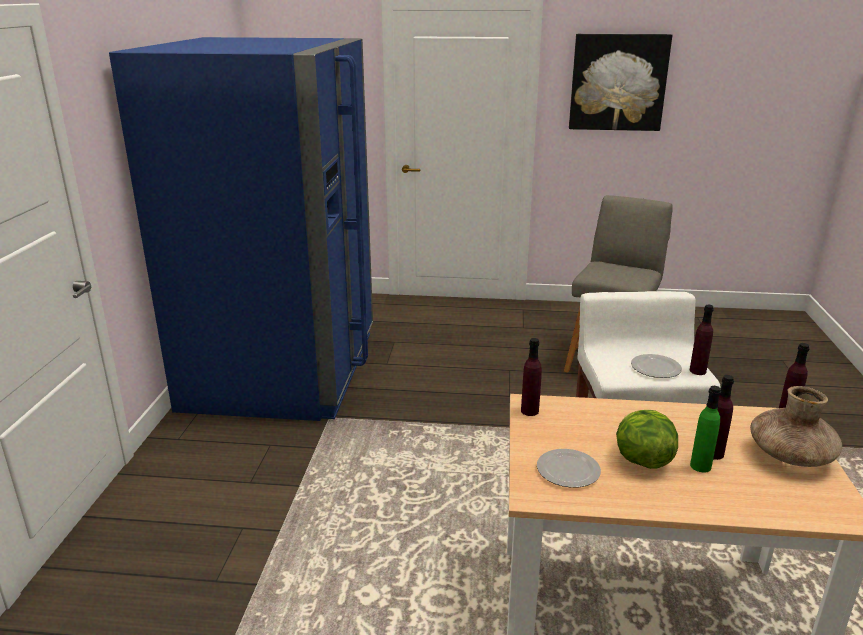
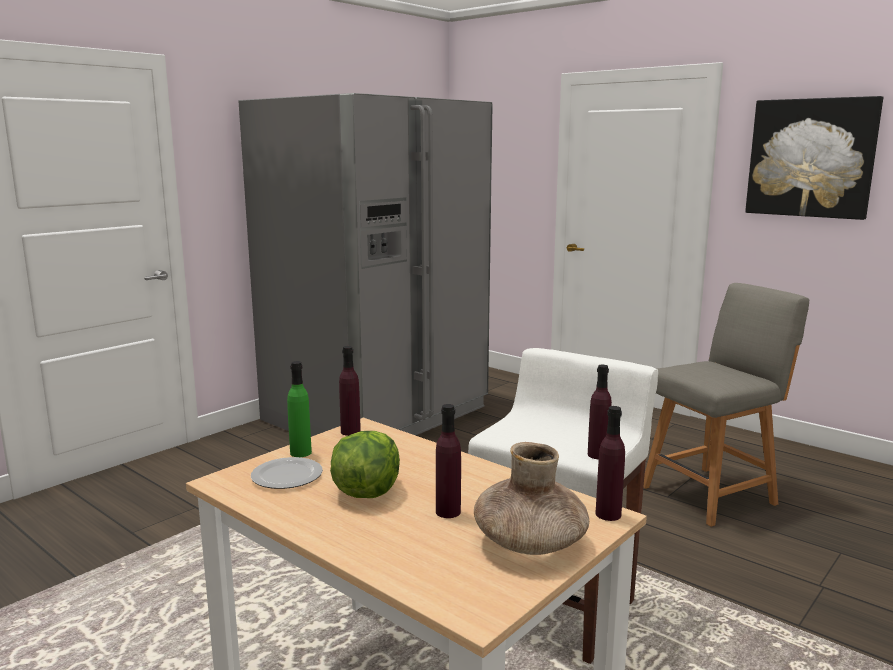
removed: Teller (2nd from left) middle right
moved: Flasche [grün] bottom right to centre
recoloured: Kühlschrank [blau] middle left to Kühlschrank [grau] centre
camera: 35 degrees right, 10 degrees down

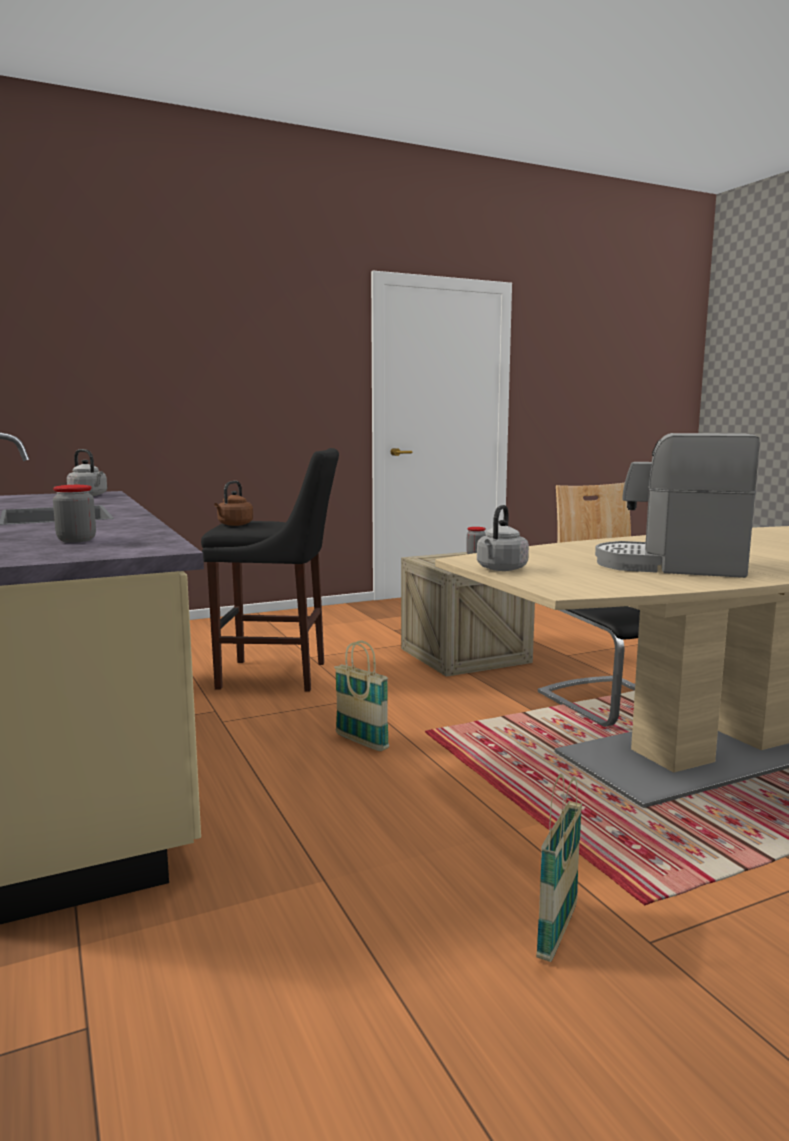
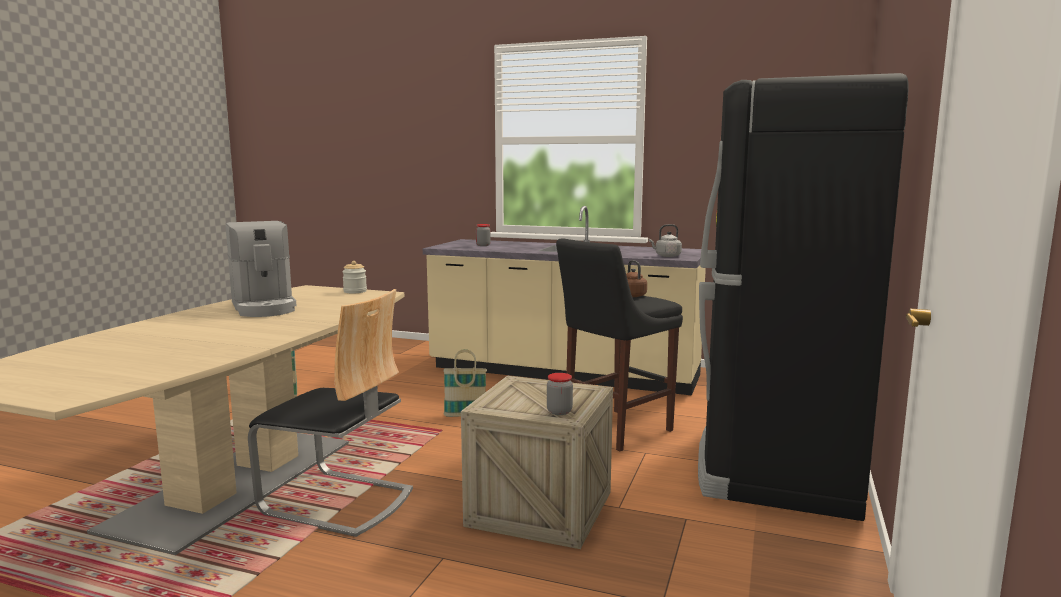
added: Kühlschrank [schwarz] middle right
replaced: Wasserkessel [grau] (2nd from left) centre to Vorratsglas (1st from left) centre
turned: Kaffeemaschine middle right = middle left 90 degrees clockwise
camera: 135 degrees right, 0 degrees up

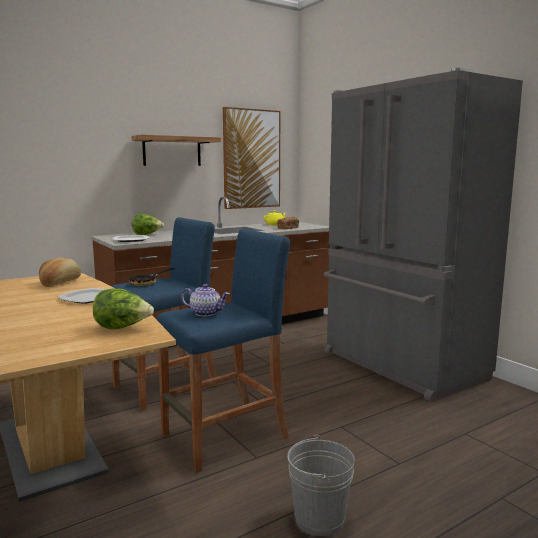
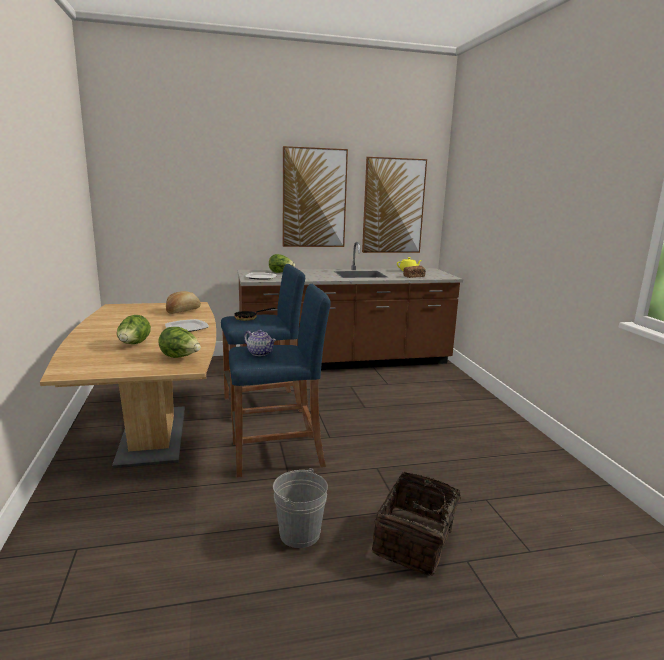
removed: Kühlschrank [grau] middle right
added: Salatkopf (1st from left) middle left; Korb bottom centre
replaced: Wandregal top left to Bild (1st from left) top centre
camera: 20 degrees right, 5 degrees up

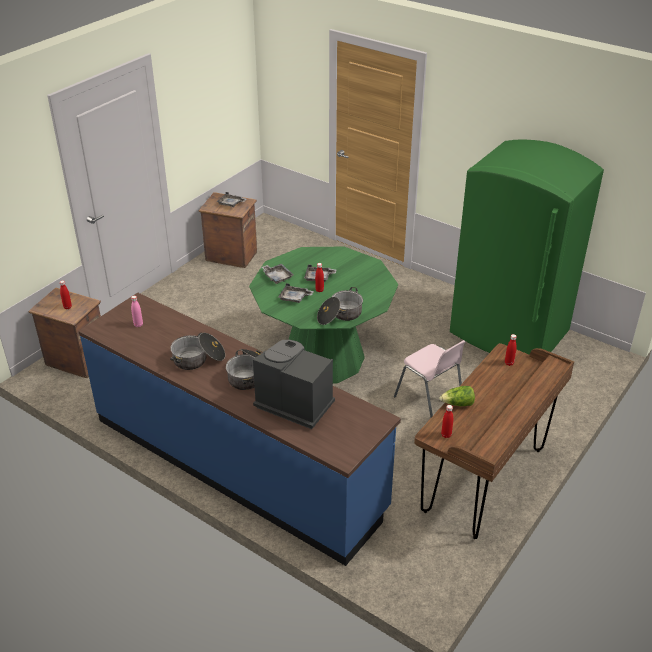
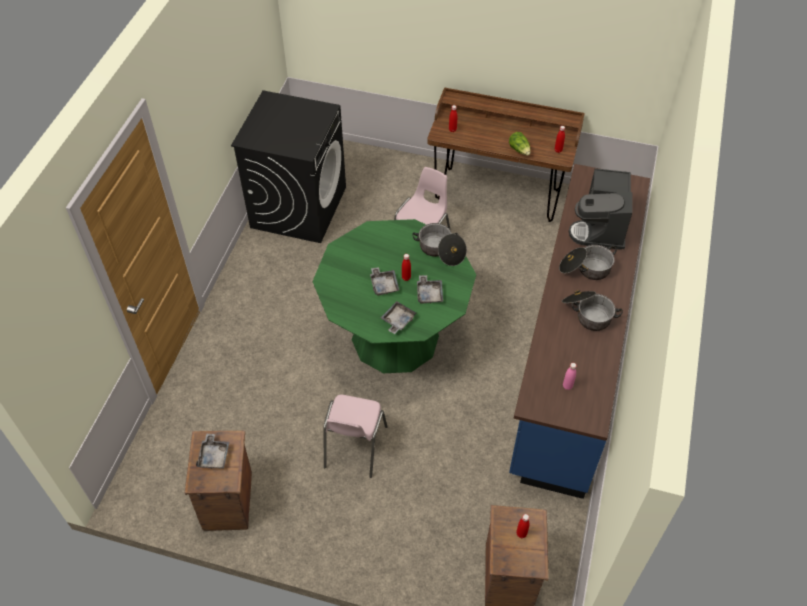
added: Stuhl [rosa] (1st from left) bottom centre
replaced: Kühlschrank [grün] middle right to Waschmaschine [schwarz] top centre
camera: 110 degrees left, 15 degrees up

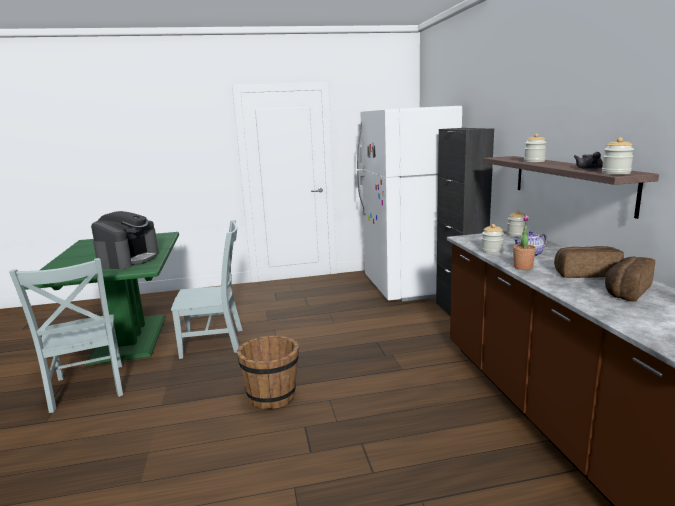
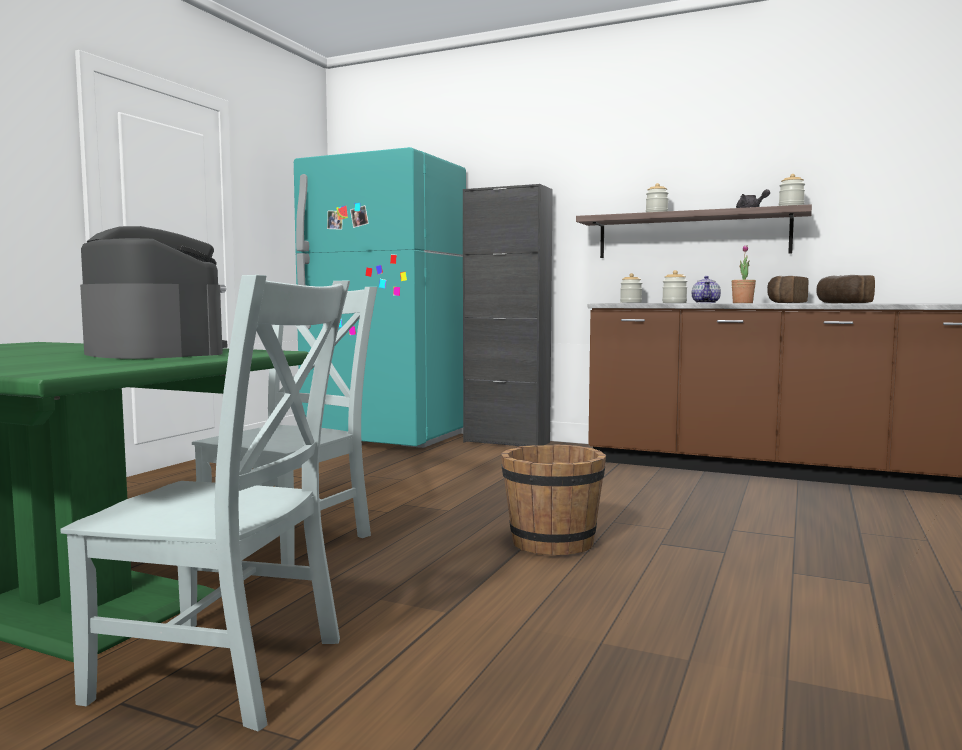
recoloured: Kühlschrank [weiß] centre to Kühlschrank [türkis] centre
camera: 55 degrees left, 10 degrees down

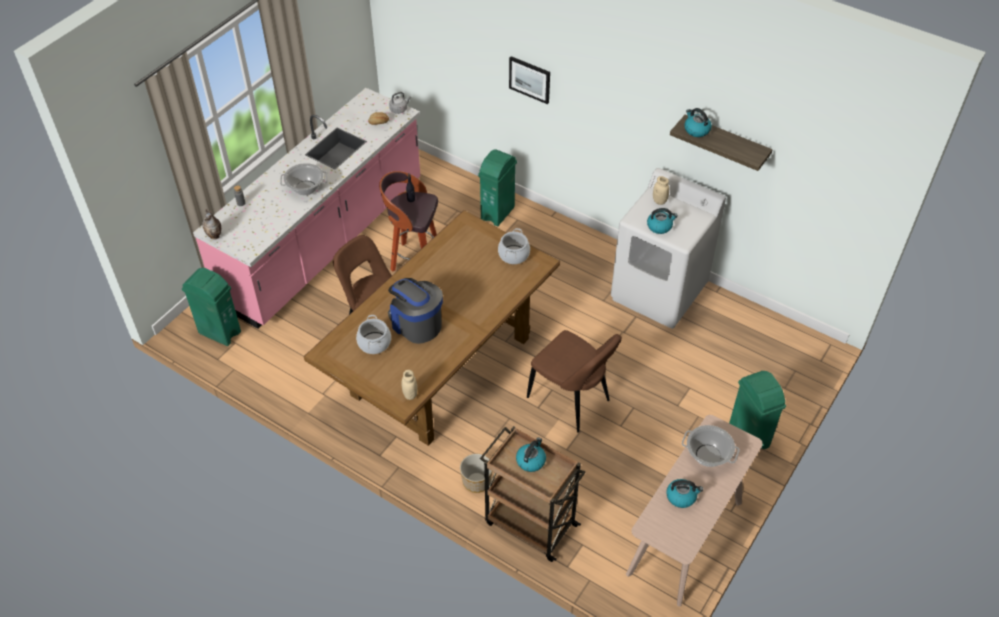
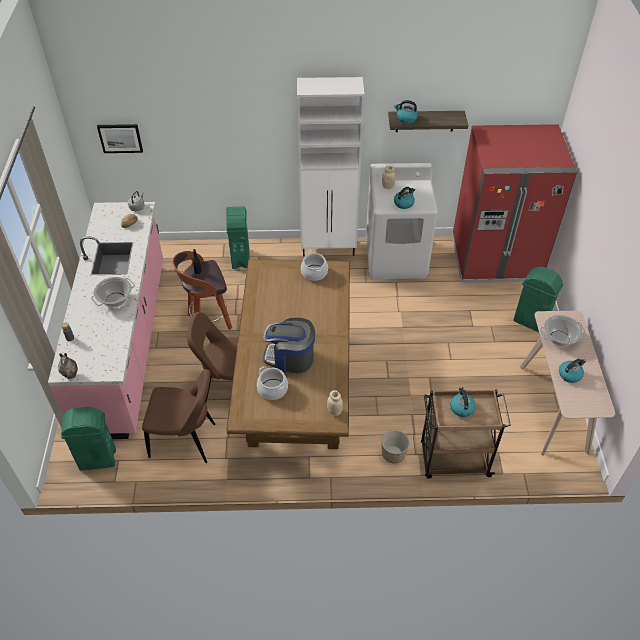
added: Schrank [weiß] top centre; Kühlschrank [rot] top right
moved: Bild top centre to top left; Stuhl [braun] (2nd from left in the first image) centre to Stuhl [braun] (1st from left) middle left
camera: 35 degrees left, 0 degrees up

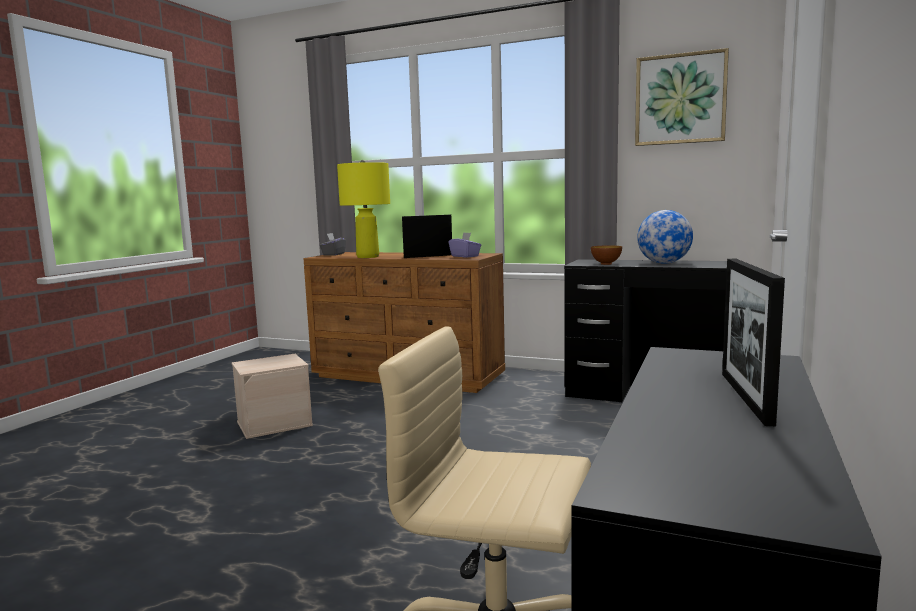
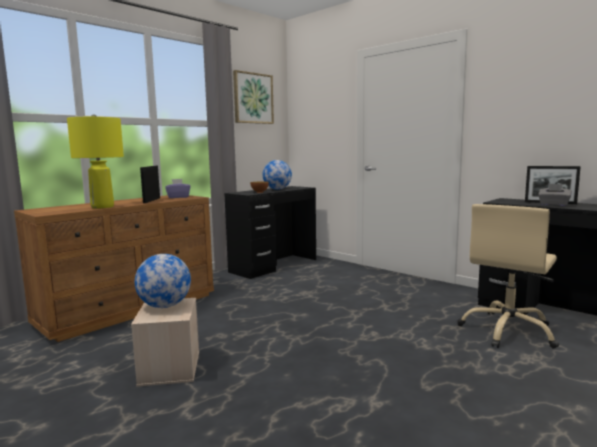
added: Globus (1st from left) middle left
moved: Taschentuchbox [grau] centre to middle right
camera: 70 degrees left, 0 degrees up

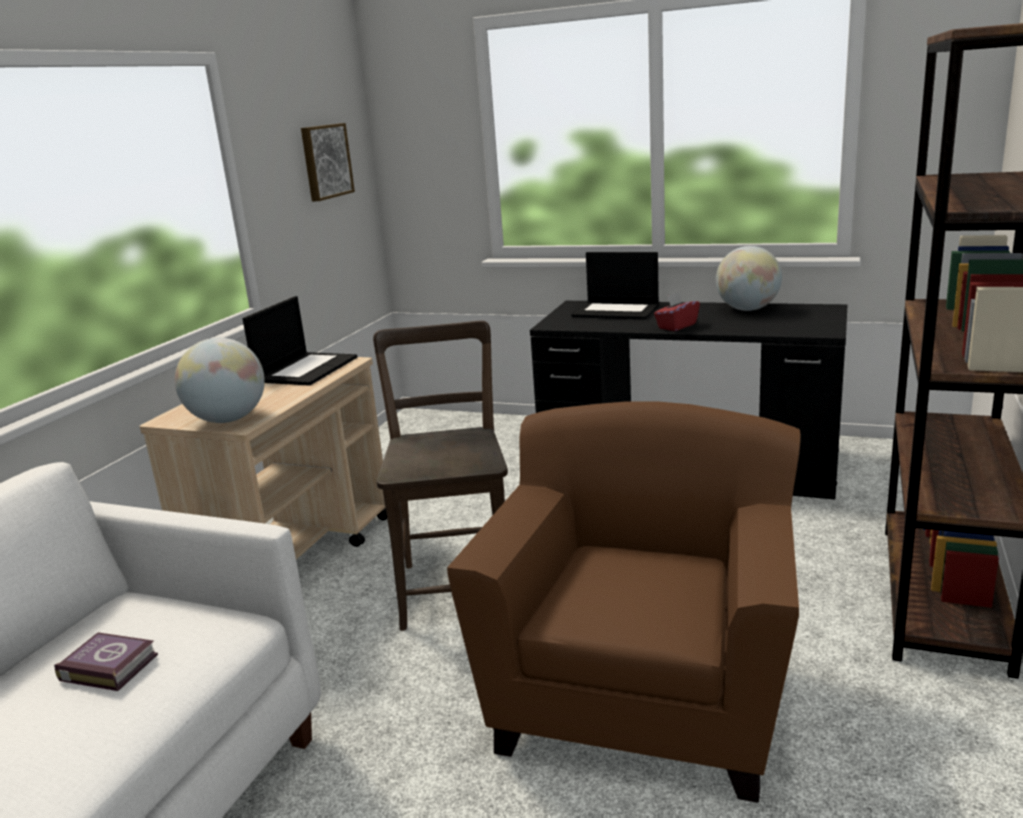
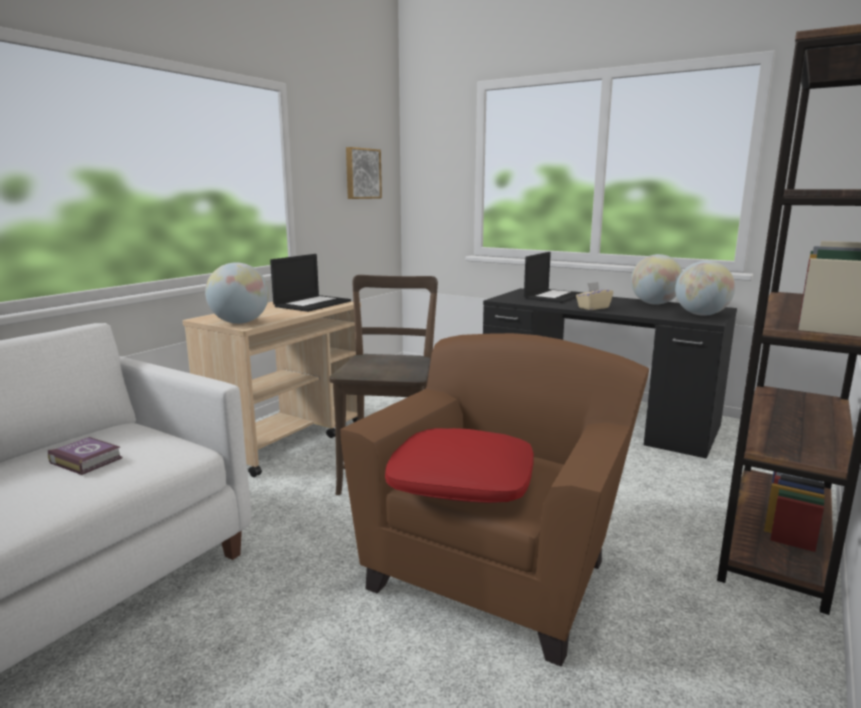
added: Globus (3rd from left) middle right; Kissen [rot] centre
recoloured: Taschentuchbox [rot] centre to Taschentuchbox [beige] middle right
turned: Laptop (2nd from left) centre = centre 90 degrees counterclockwise
camera: 10 degrees right, 5 degrees down

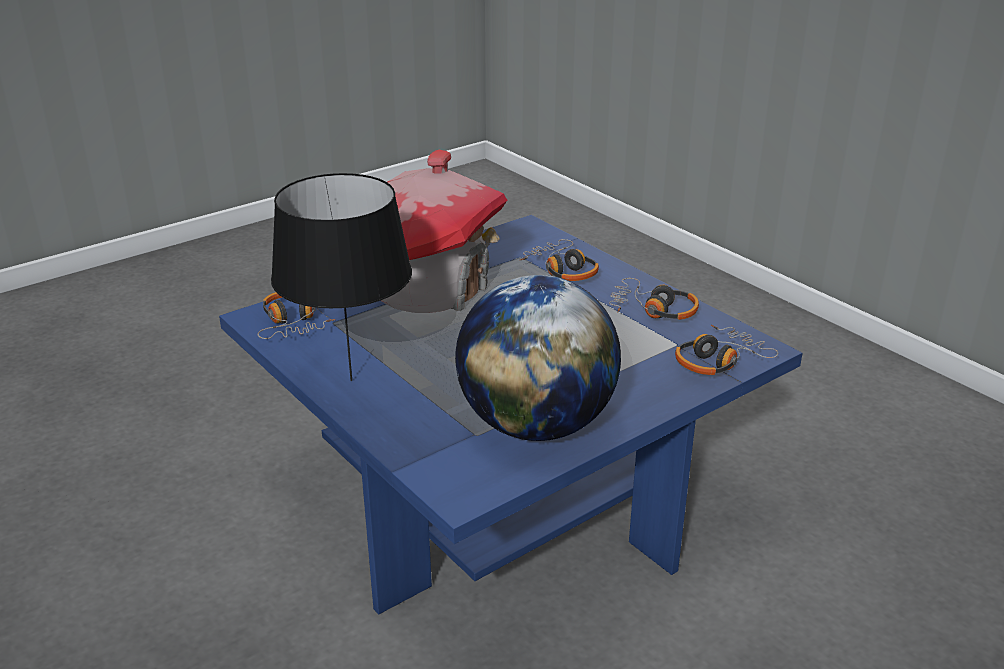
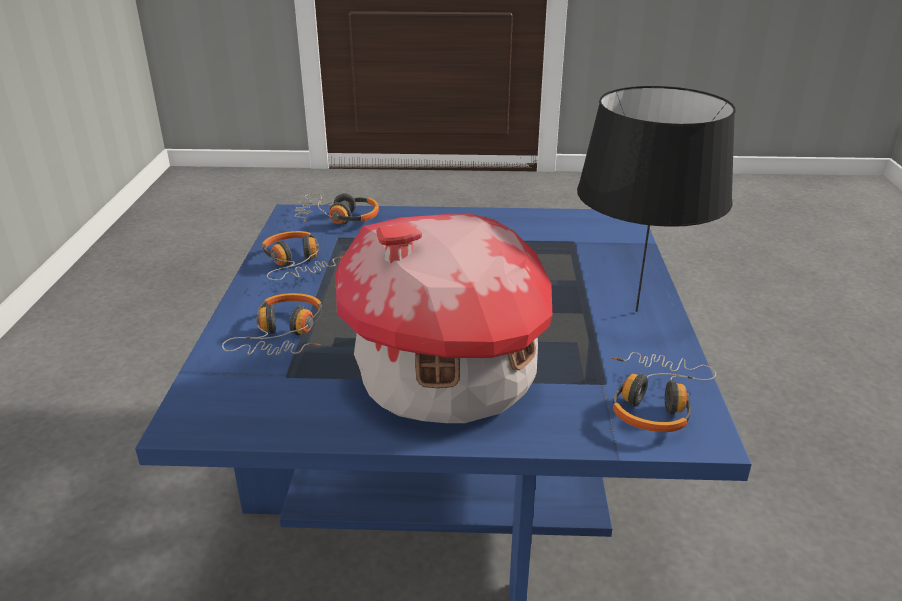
removed: Globus centre
camera: 140 degrees left, 0 degrees up

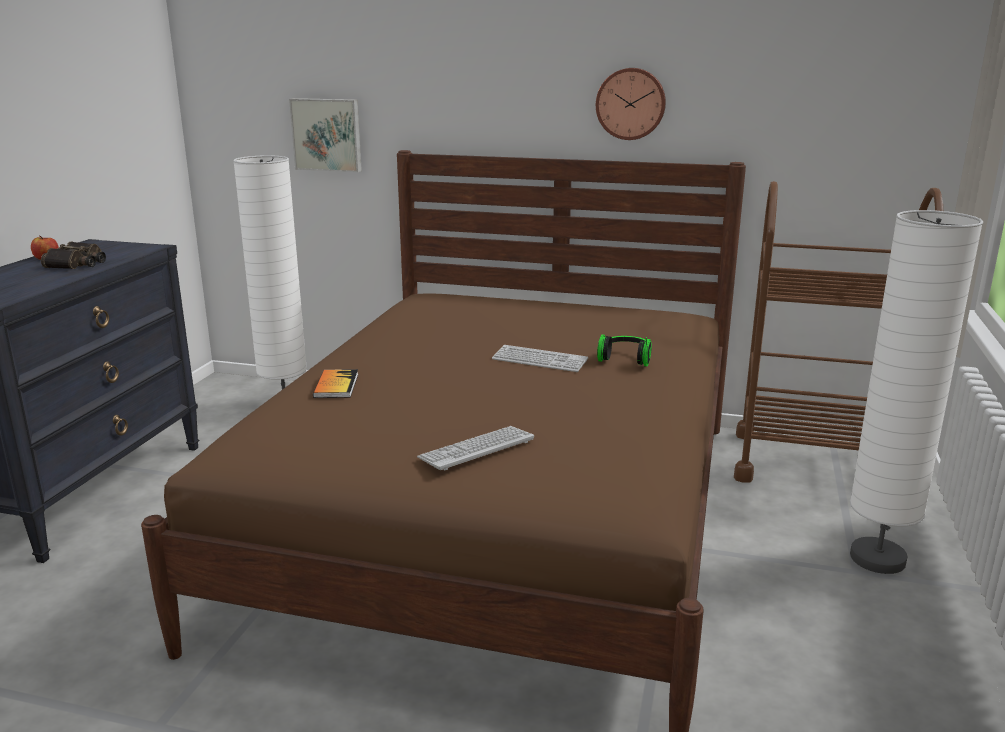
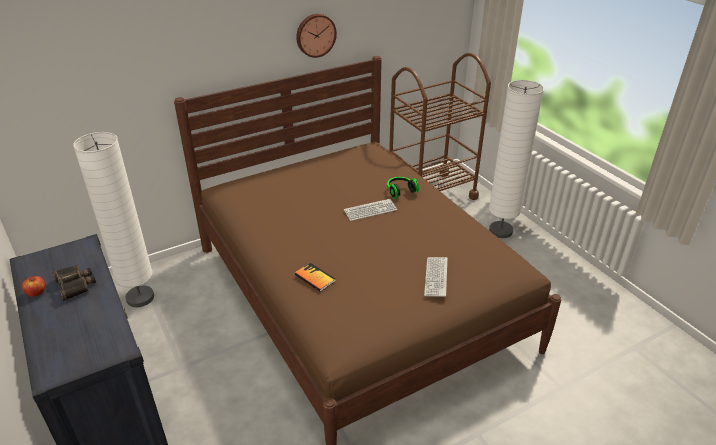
removed: Bild top left
camera: 45 degrees left, 15 degrees up

